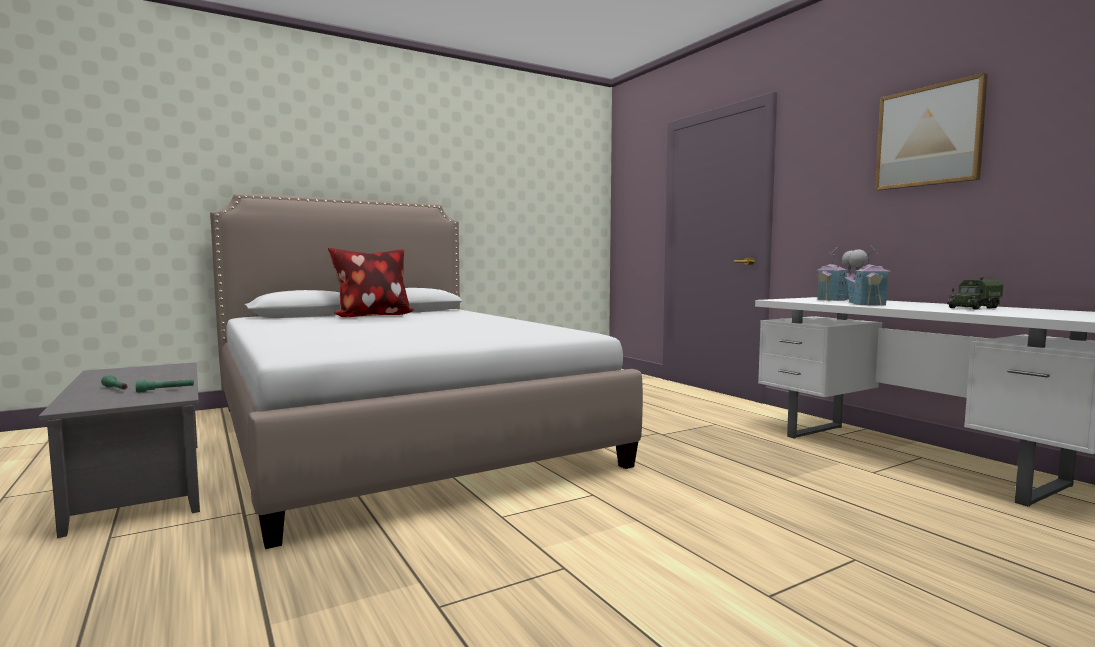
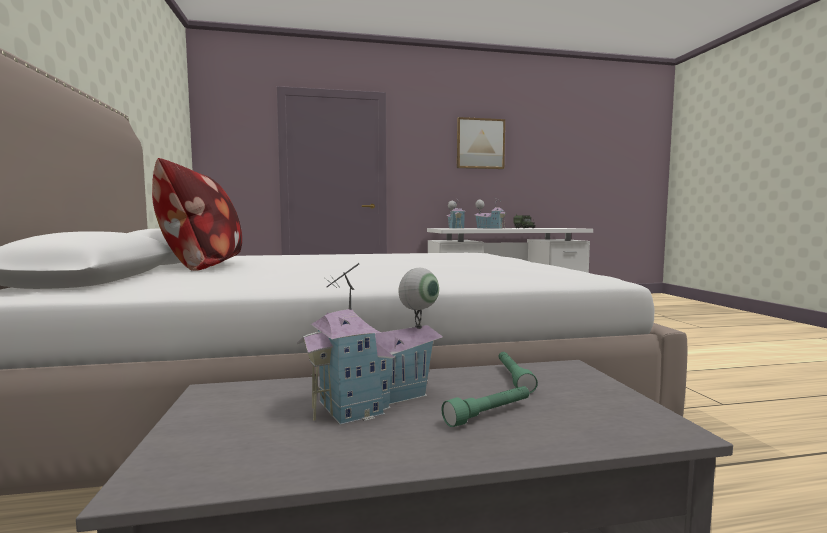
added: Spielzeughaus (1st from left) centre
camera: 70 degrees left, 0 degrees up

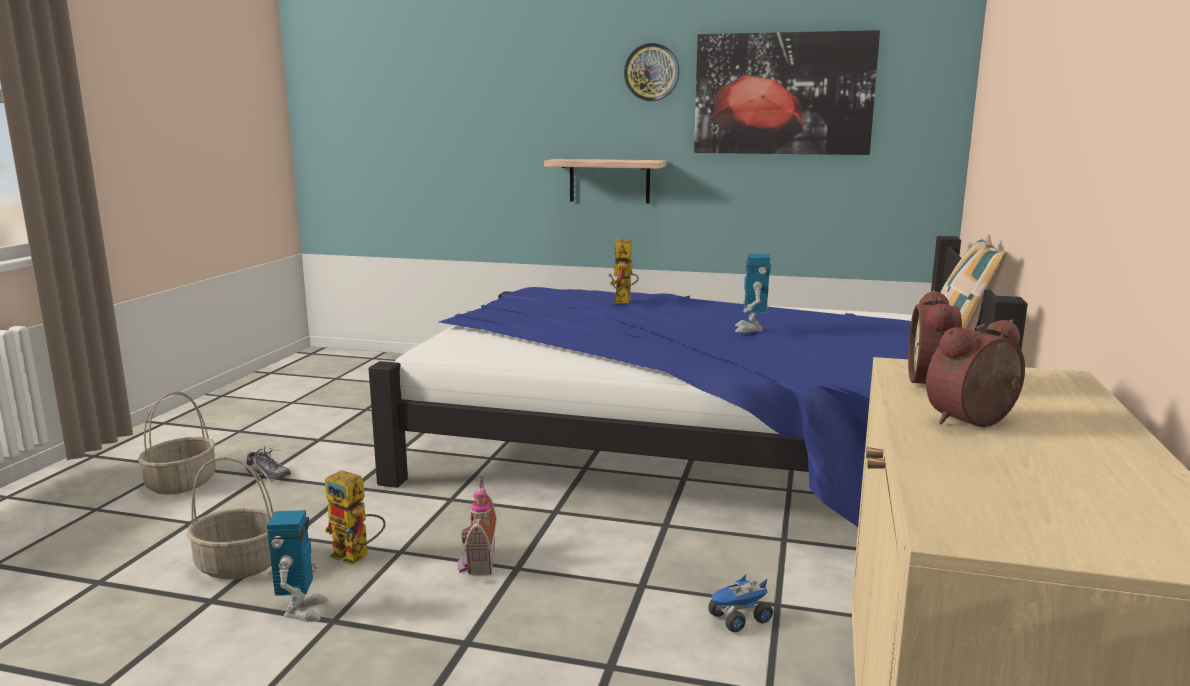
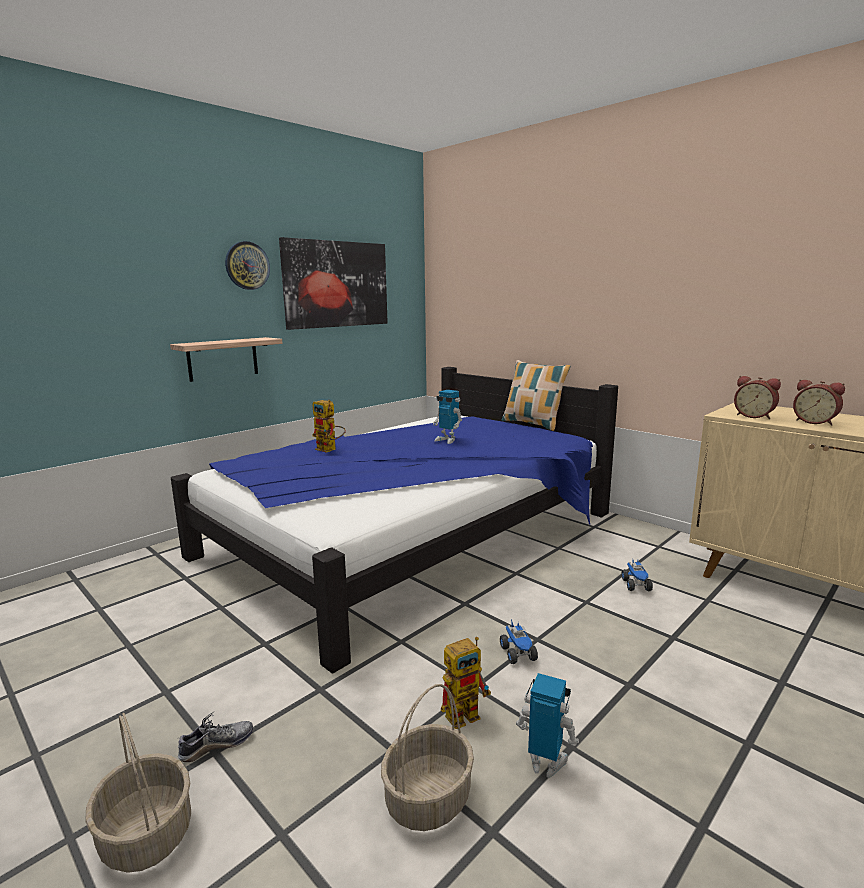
replaced: Spielzeughaus bottom centre to Spielzeuglaster (1st from left) bottom centre
turned: Wecker (2nd from left) middle right = middle right 45 degrees counterclockwise
camera: 60 degrees left, 0 degrees up

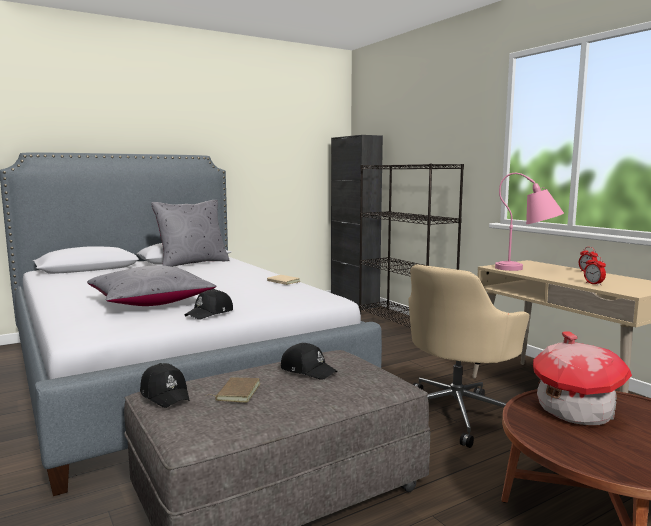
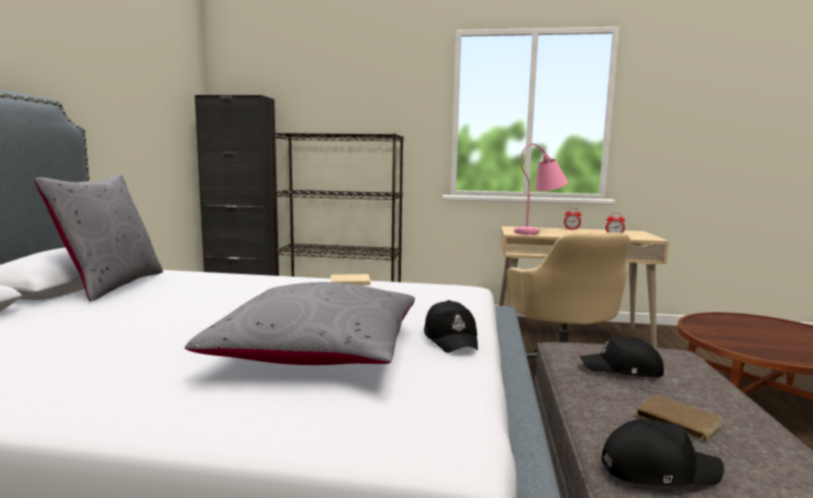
removed: Spielzeughaus bottom right
turned: Kappe [schwarz] (3rd from left in the first image) bottom centre = bottom right 150 degrees counterclockwise
camera: 50 degrees left, 0 degrees up

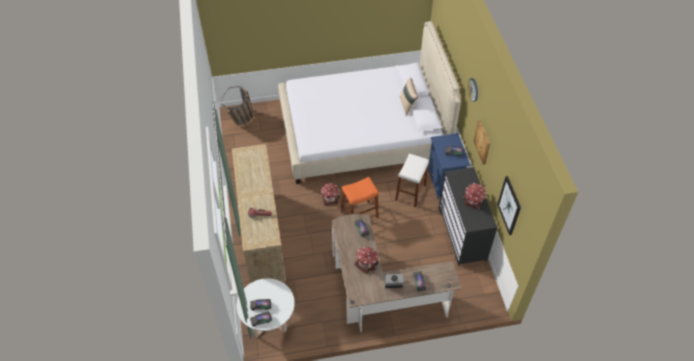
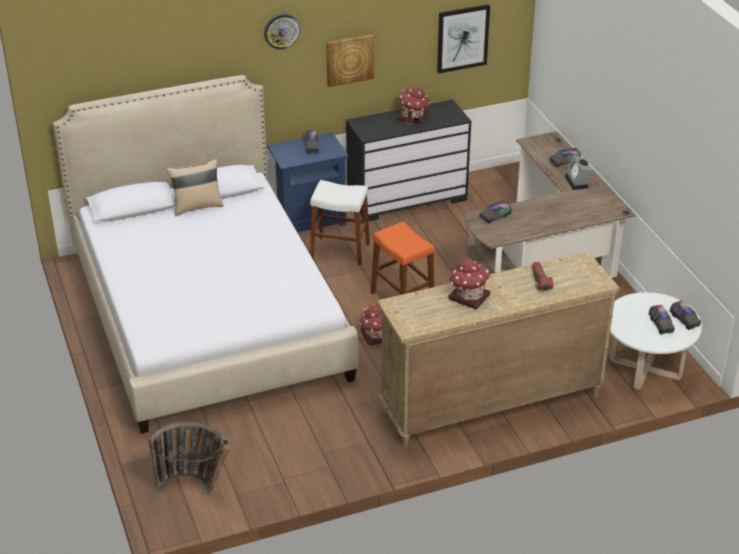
moved: Spielzeughaus (2nd from left in the first image) bottom centre to Spielzeughaus (3rd from left) centre
camera: 100 degrees left, 15 degrees down

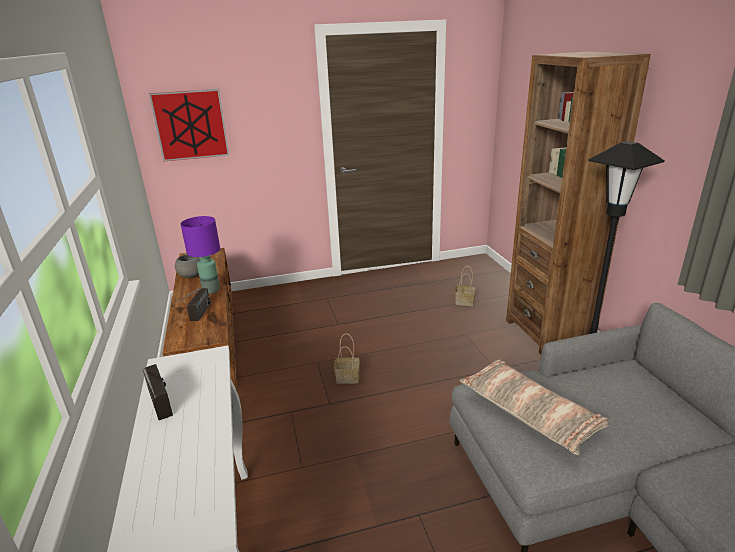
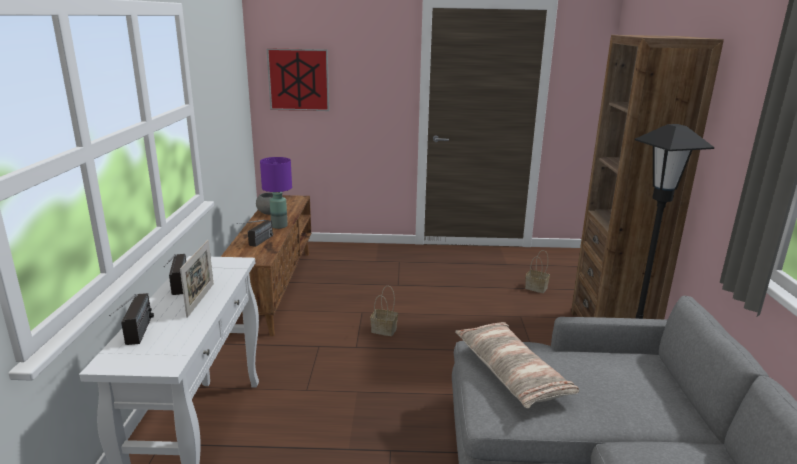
added: Bilderrahmen middle left; Radio (1st from left) bottom left
camera: 15 degrees right, 5 degrees down

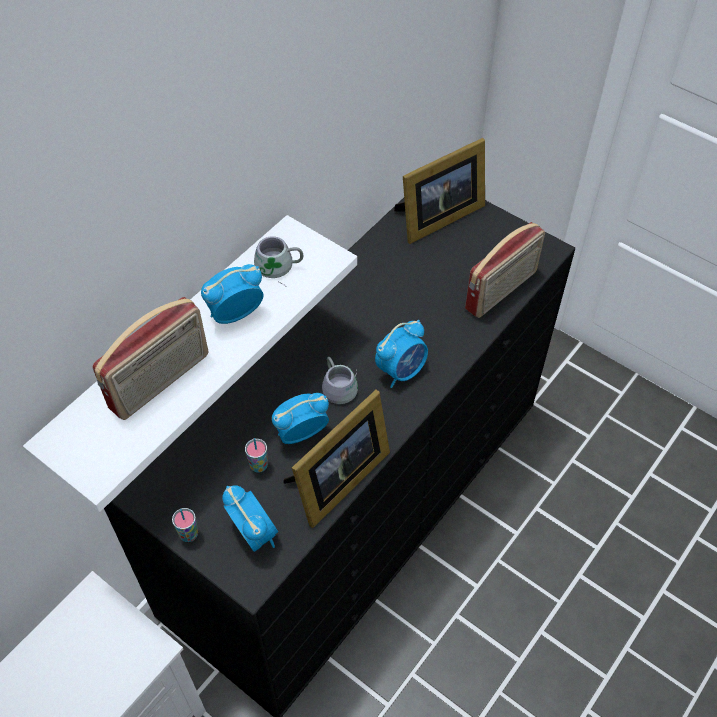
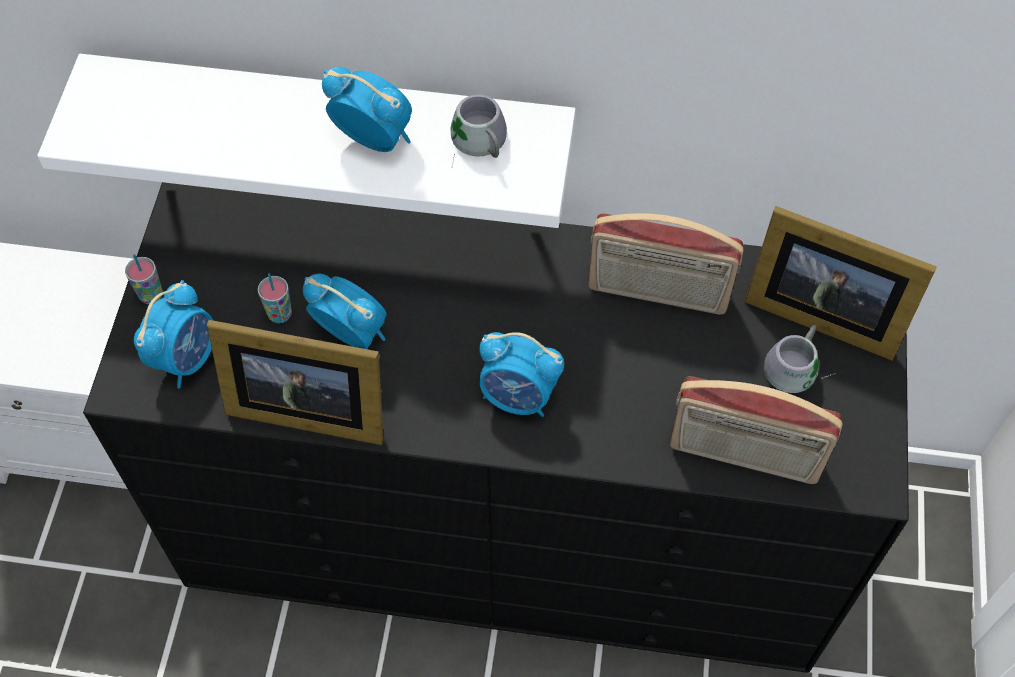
moved: Radio (1st from left) middle left to centre; Henkelbecher [grau] (2nd from left) centre to middle right
camera: 60 degrees right, 5 degrees up

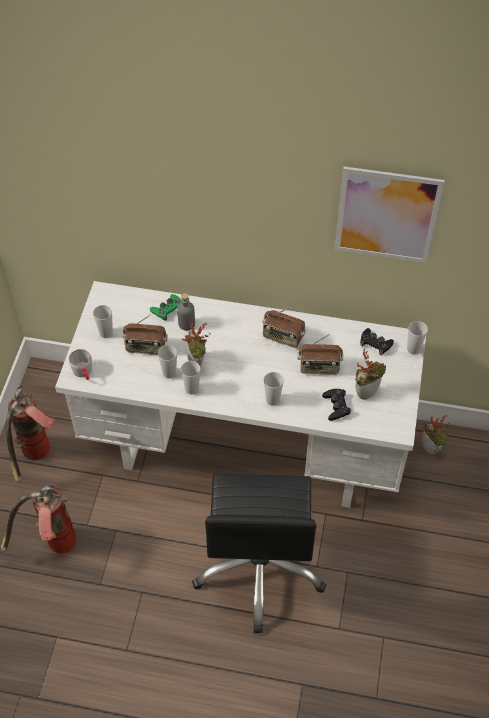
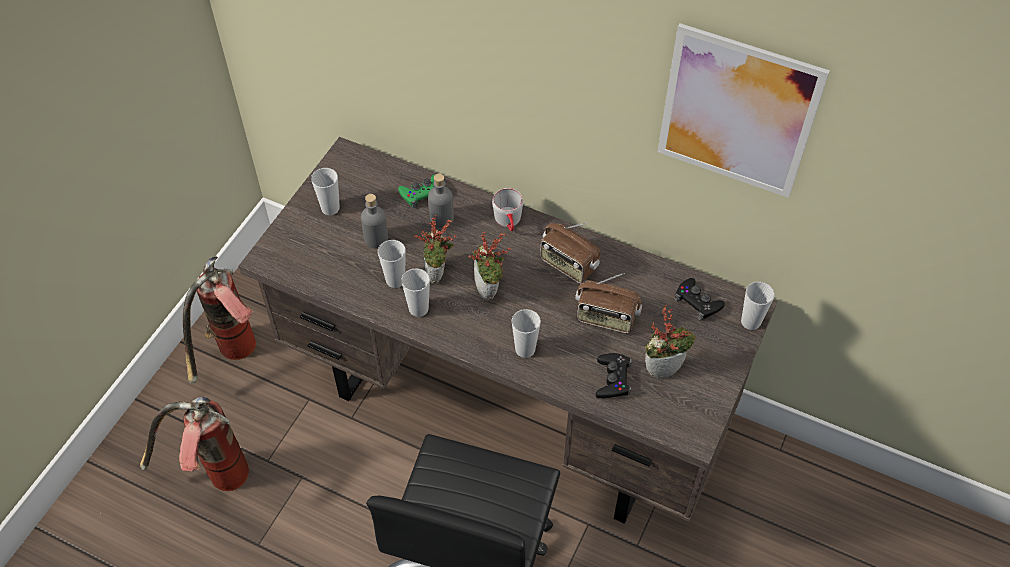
moved: Henkelbecher [grau] middle left to centre; Topfpflanze (3rd from left in the first image) middle right to Topfpflanze (2nd from left) centre
replaced: Radio (1st from left) middle left to Flasche [grau] (1st from left) centre
recoloured: Schreibtisch [weiß] centre to Schreibtisch [braun] centre
camera: 15 degrees right, 0 degrees up

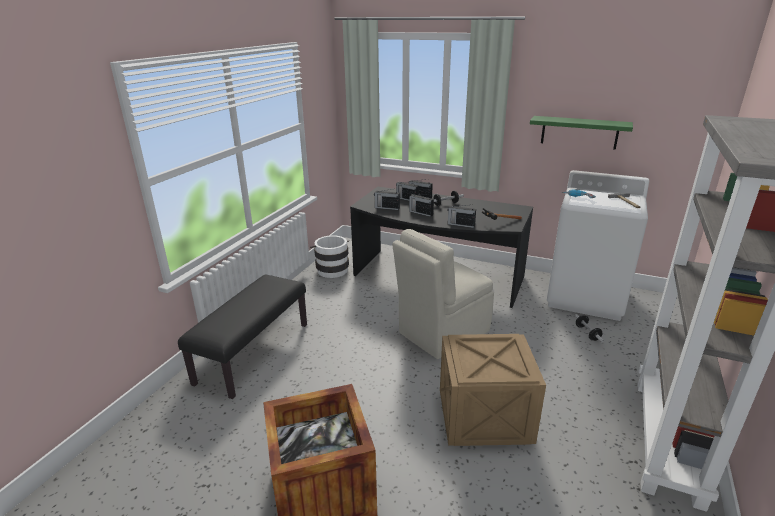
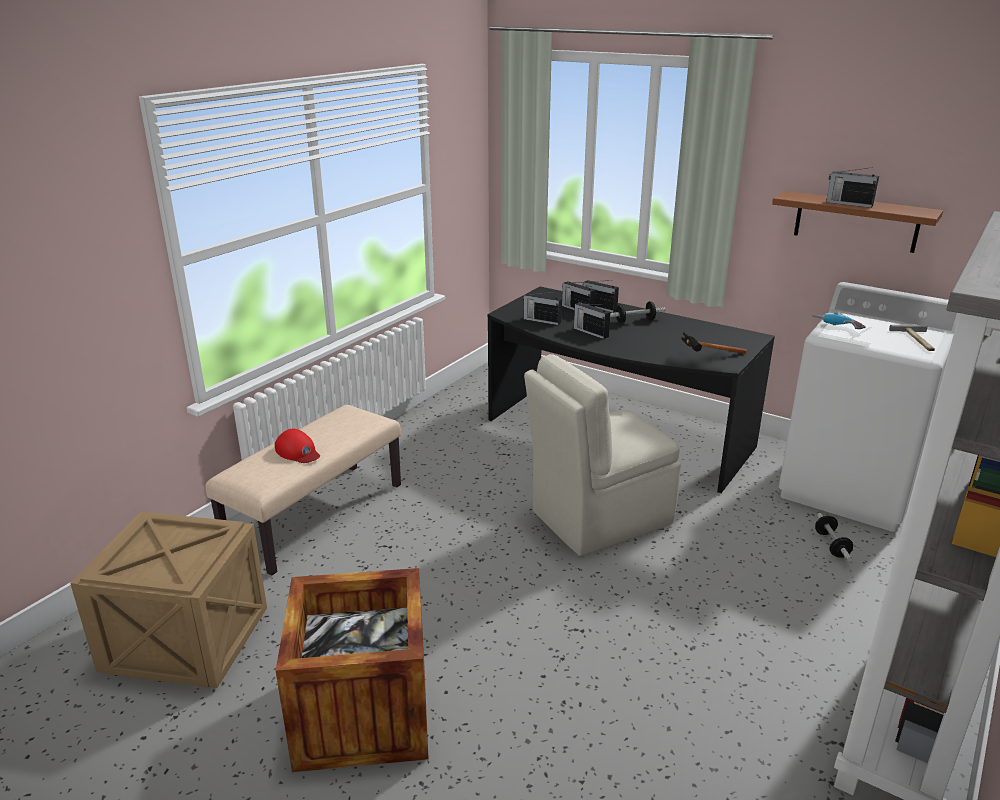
removed: Eimer [weiß] centre
added: Kappe [rot] middle left
moved: Radio (5th from left) centre to top right; Kiste (2nd from left in the first image) bottom centre to Kiste (1st from left) bottom left
recoloured: Wandregal [grün] top right to Wandregal [braun] top right; Bank [schwarz] middle left to Bank [beige] middle left
camera: 10 degrees right, 0 degrees up

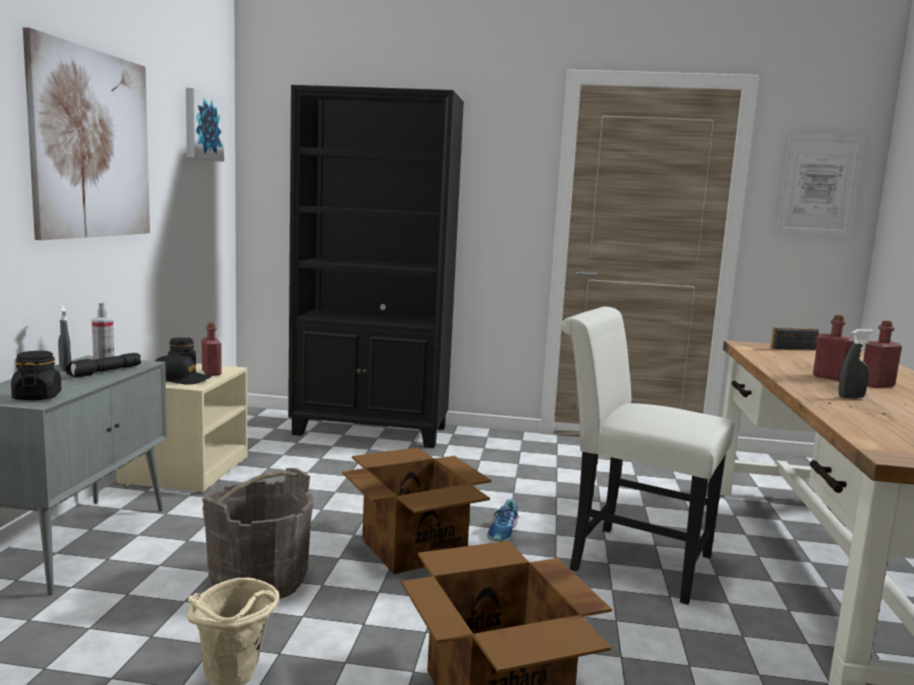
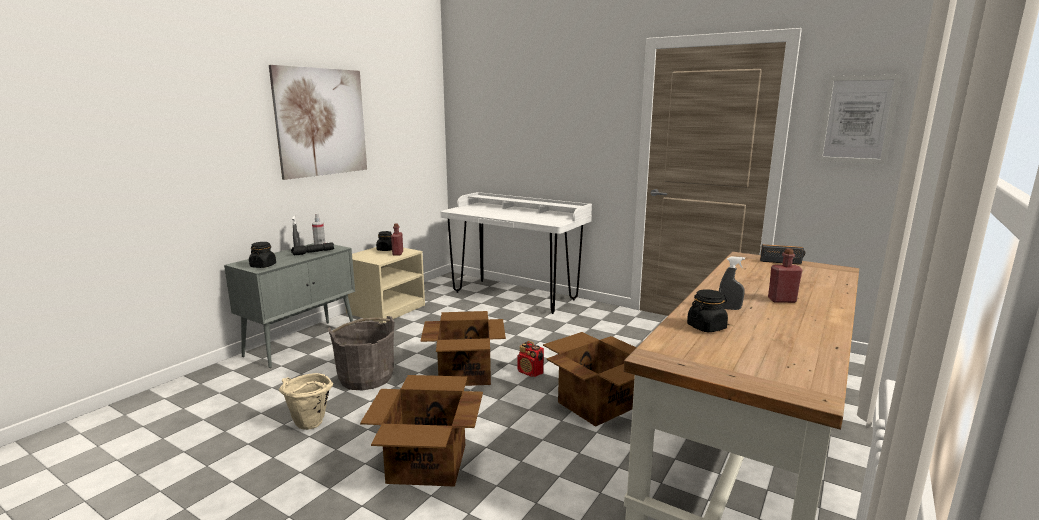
removed: Bild (2nd from left) top left; Flasche [rot] (2nd from left) middle right; Kappe [schwarz] middle left
added: Vorratsglas [schwarz] (3rd from left) middle right
replaced: Bücherregal [schwarz] centre to Schreibtisch [weiß] centre; Stuhl [weiß] middle right to Karton (3rd from left) bottom centre; Schuh bottom centre to Radio (1st from left) bottom centre
camera: 25 degrees right, 5 degrees up

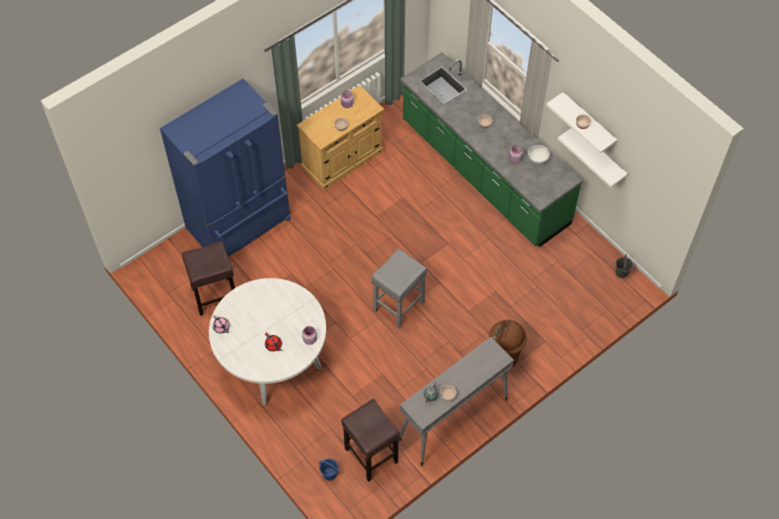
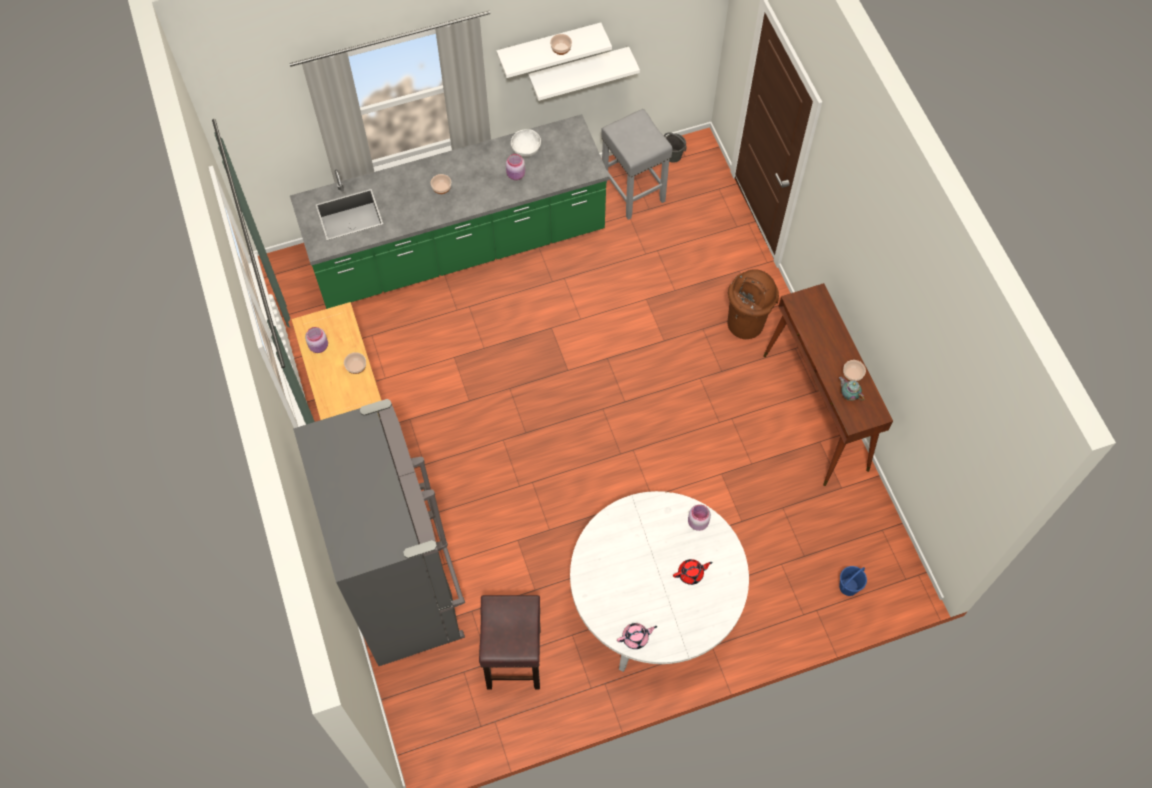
removed: Hocker [braun] (2nd from left) bottom centre
moved: Hocker [grau] centre to top centre
recoloured: Kühlschrank [blau] top left to Kühlschrank [grau] bottom left; Konsolentisch [grau] bottom centre to Konsolentisch [braun] middle right
camera: 70 degrees left, 5 degrees up

